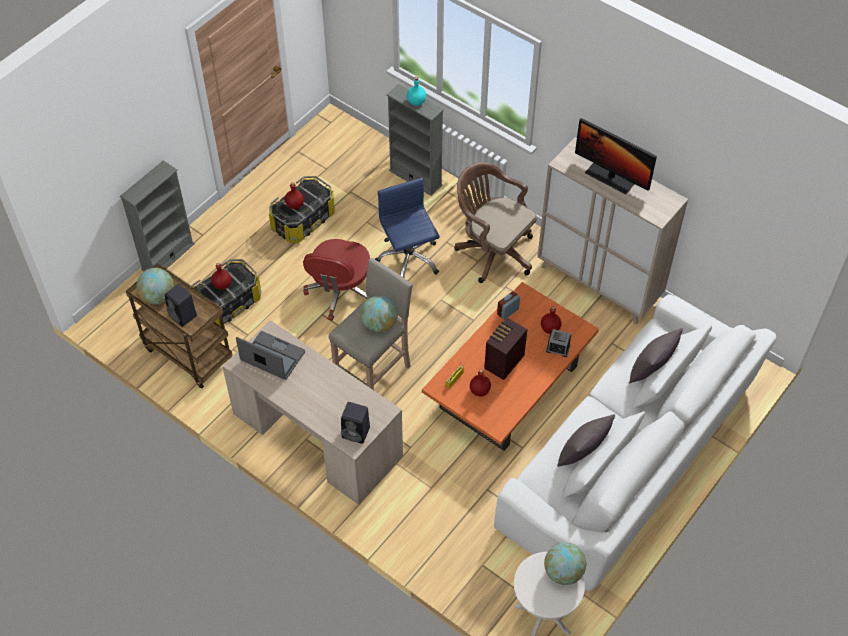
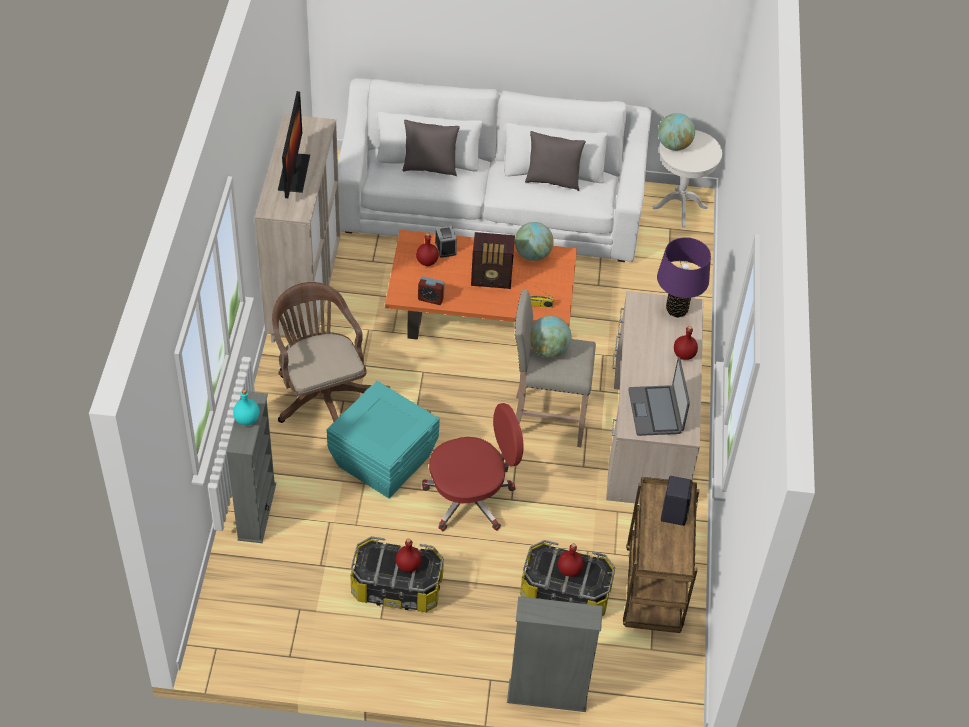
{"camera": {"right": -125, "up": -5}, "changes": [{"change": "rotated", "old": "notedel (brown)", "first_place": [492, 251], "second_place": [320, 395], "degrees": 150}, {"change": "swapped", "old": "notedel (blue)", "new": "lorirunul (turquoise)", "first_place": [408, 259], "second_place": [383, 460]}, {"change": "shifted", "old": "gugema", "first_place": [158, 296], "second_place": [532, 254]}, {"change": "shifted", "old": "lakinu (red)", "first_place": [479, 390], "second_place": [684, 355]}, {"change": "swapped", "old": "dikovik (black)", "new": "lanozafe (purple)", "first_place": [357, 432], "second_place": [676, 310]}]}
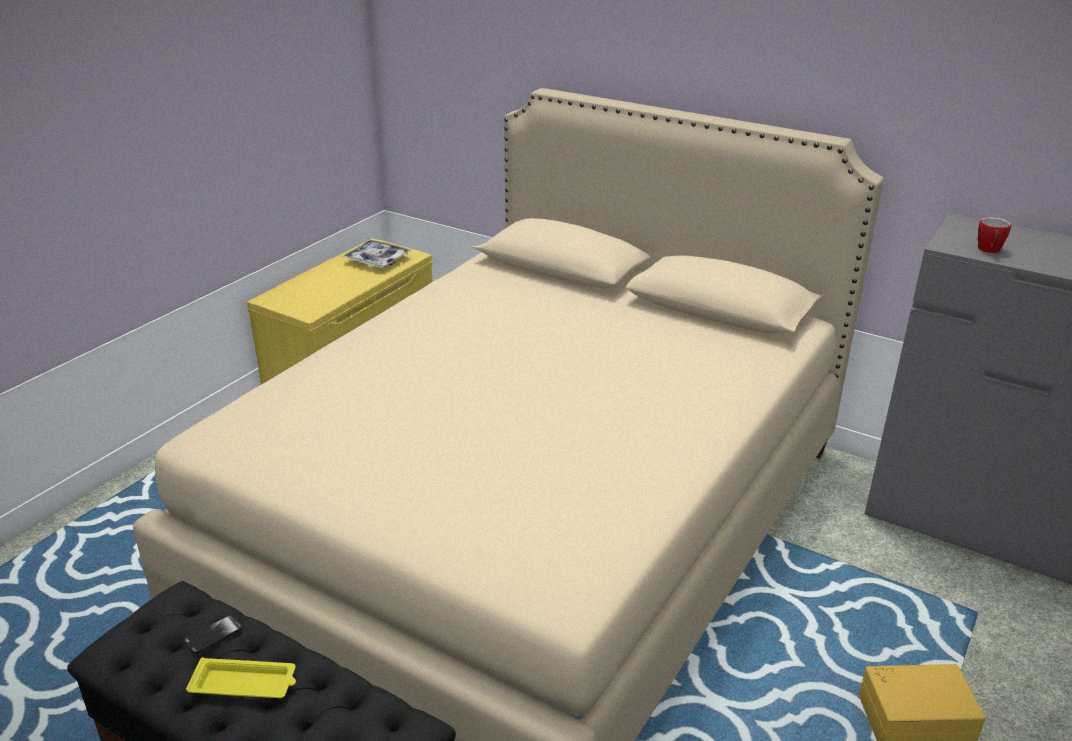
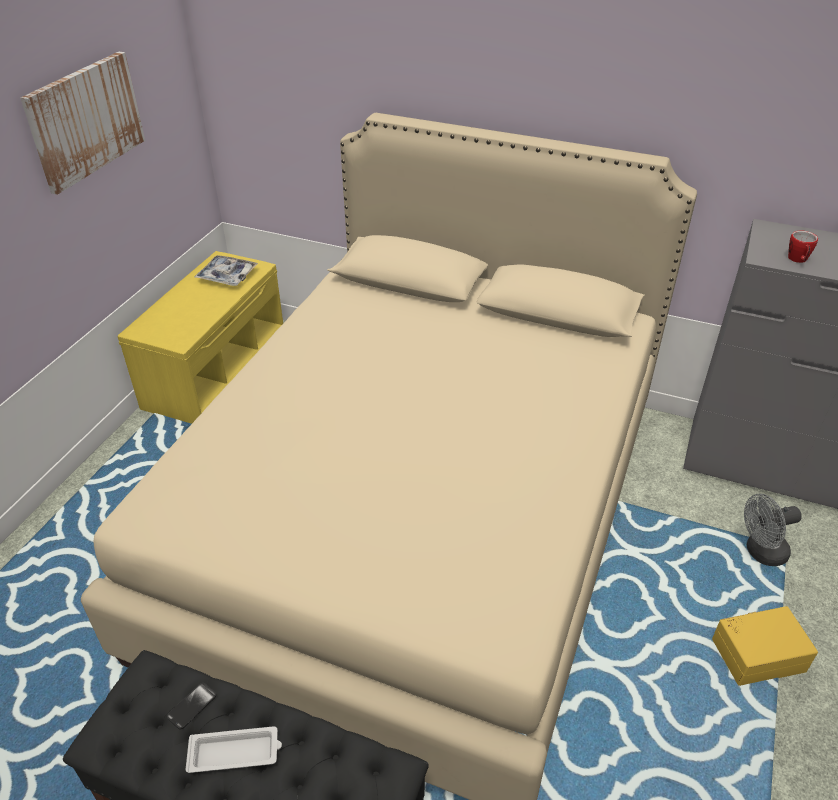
{"camera": {"right": -10, "up": 10}, "changes": [{"change": "repainted", "old": "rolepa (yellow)", "new": "rolepa (white)", "first_place": [245, 684], "second_place": [235, 753]}, {"change": "new", "new": "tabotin", "second_place": [85, 120]}, {"change": "new", "new": "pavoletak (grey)", "second_place": [760, 553]}]}
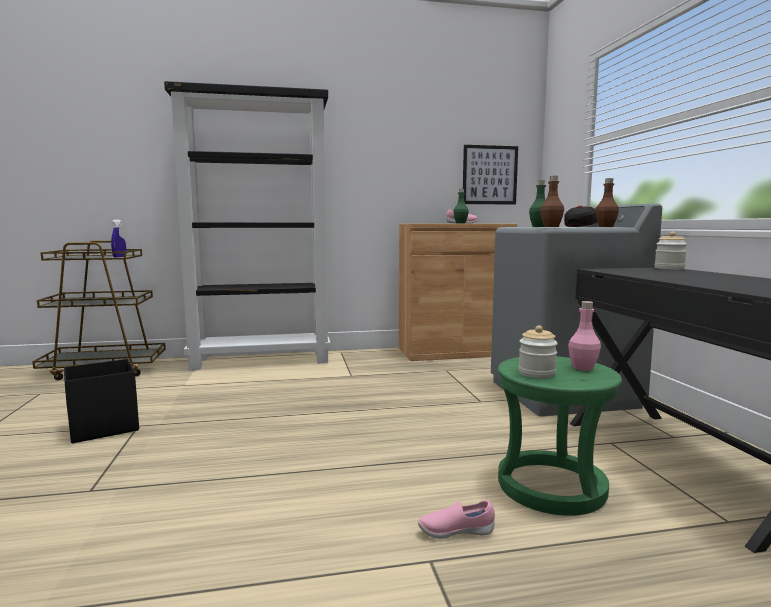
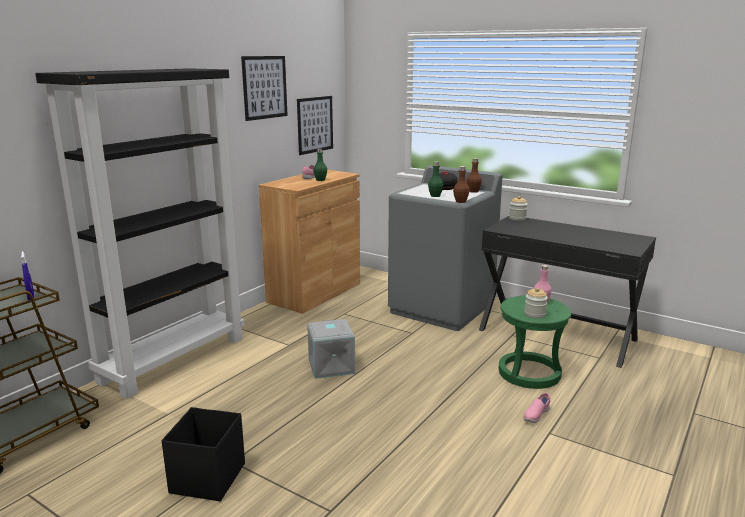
{"camera": {"right": -45, "up": 10}, "changes": [{"change": "new", "new": "tabotin", "second_place": [265, 87]}, {"change": "new", "new": "lorirunul (grey)", "second_place": [330, 366]}]}
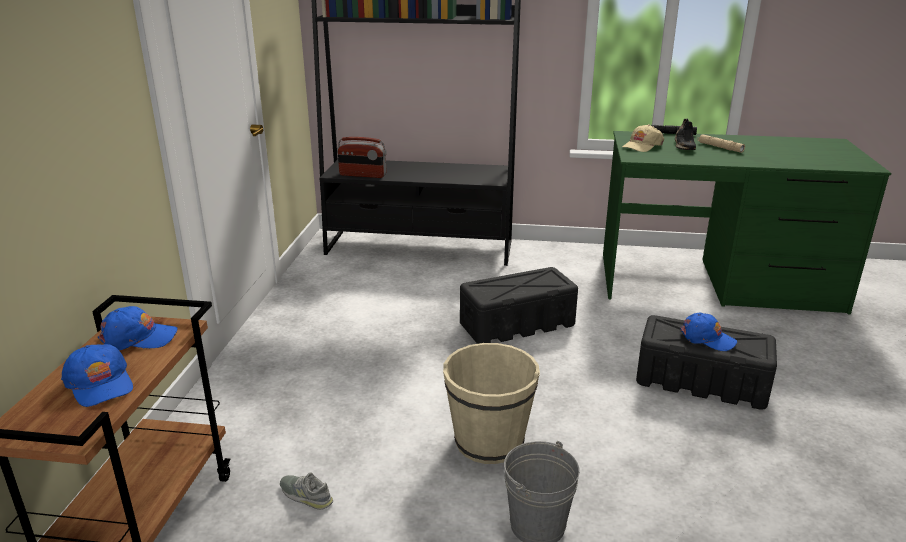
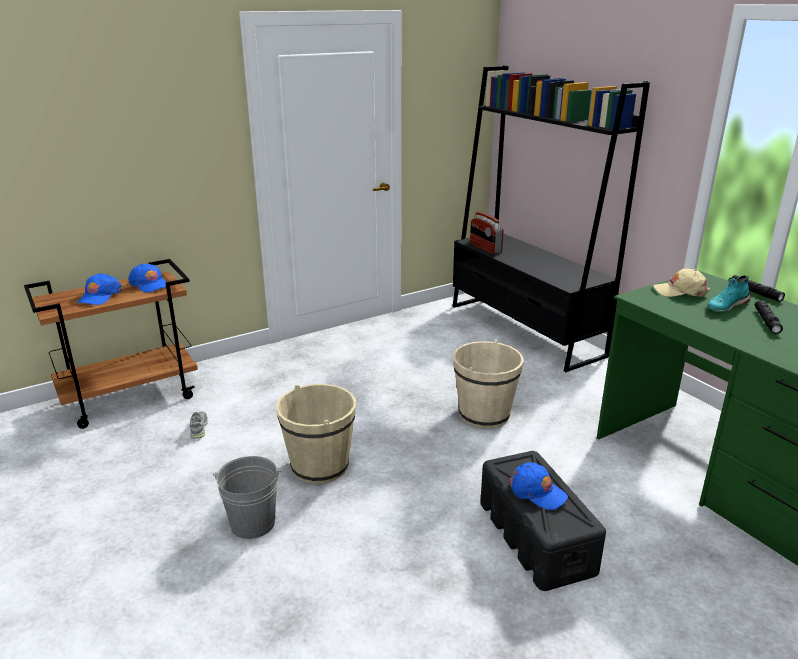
{"camera": {"right": 50, "up": 0}, "changes": [{"change": "repainted", "old": "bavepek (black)", "new": "bavepek (turquoise)", "first_place": [683, 146], "second_place": [726, 306]}, {"change": "repainted", "old": "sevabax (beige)", "new": "sevabax (black)", "first_place": [720, 147], "second_place": [766, 321]}, {"change": "swapped", "old": "lorirunul (black)", "new": "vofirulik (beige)", "first_place": [518, 324], "second_place": [484, 414]}, {"change": "rotated", "old": "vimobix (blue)", "first_place": [707, 338], "second_place": [537, 492], "degrees": -45}]}
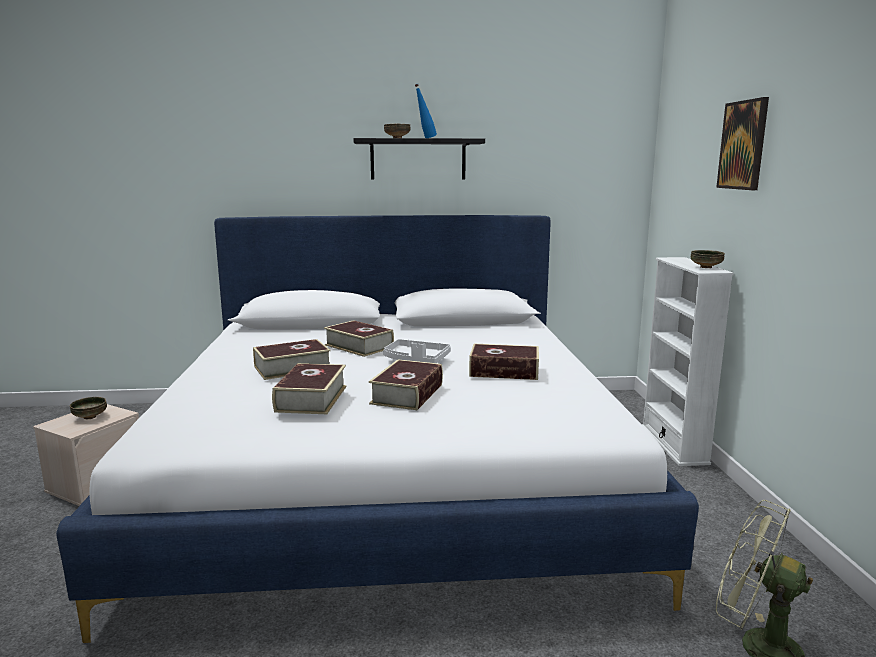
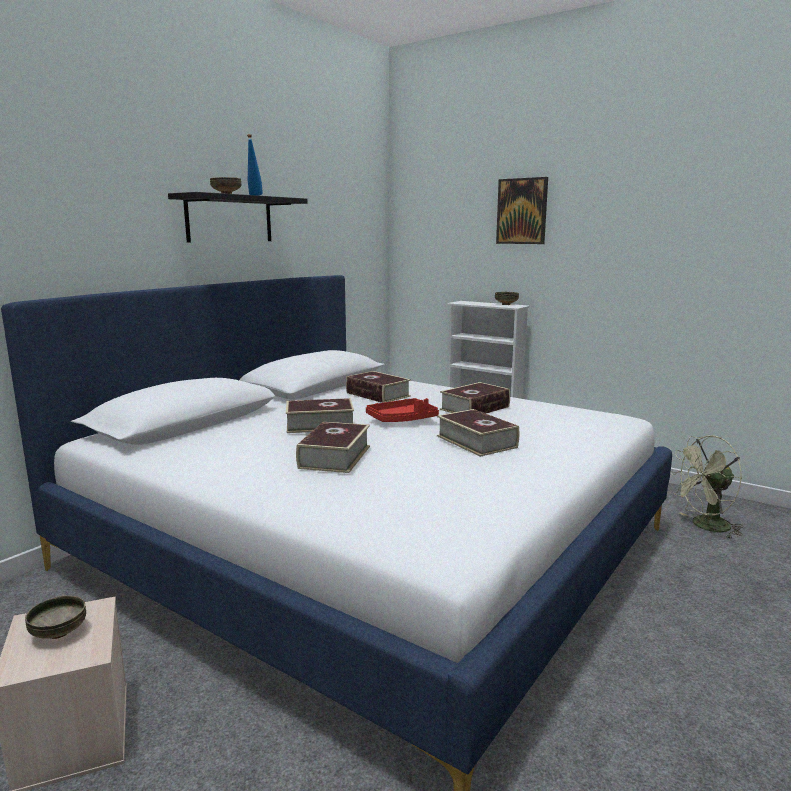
{"camera": {"right": -50, "up": 0}, "changes": [{"change": "repainted", "old": "rolepa (white)", "new": "rolepa (red)", "first_place": [416, 360], "second_place": [402, 420]}, {"change": "shifted", "old": "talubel", "first_place": [311, 398], "second_place": [378, 394]}]}
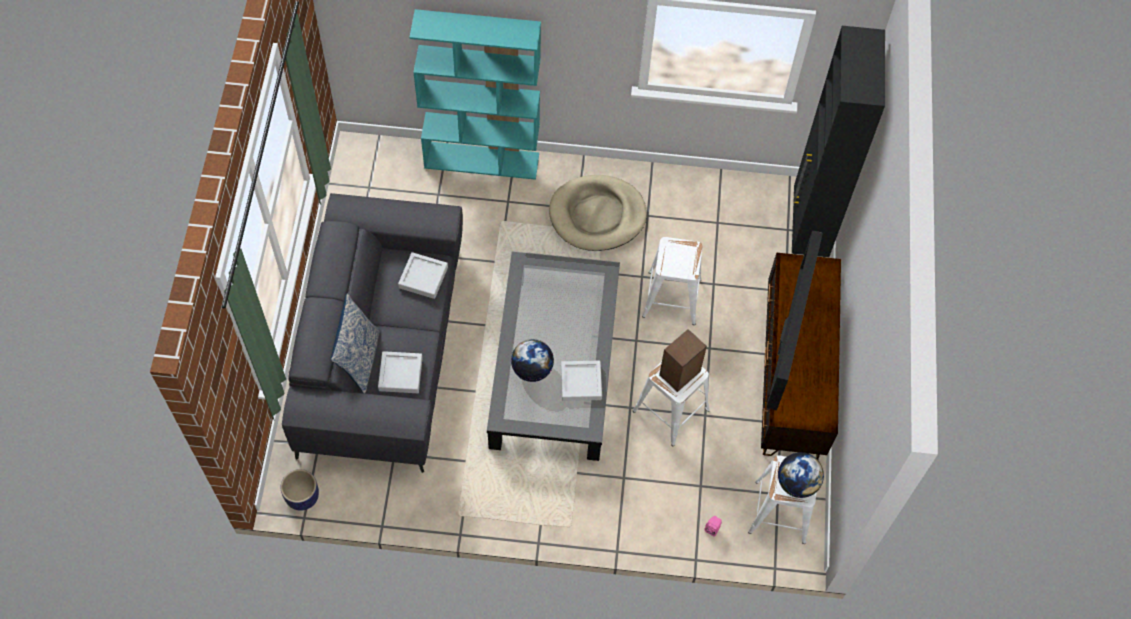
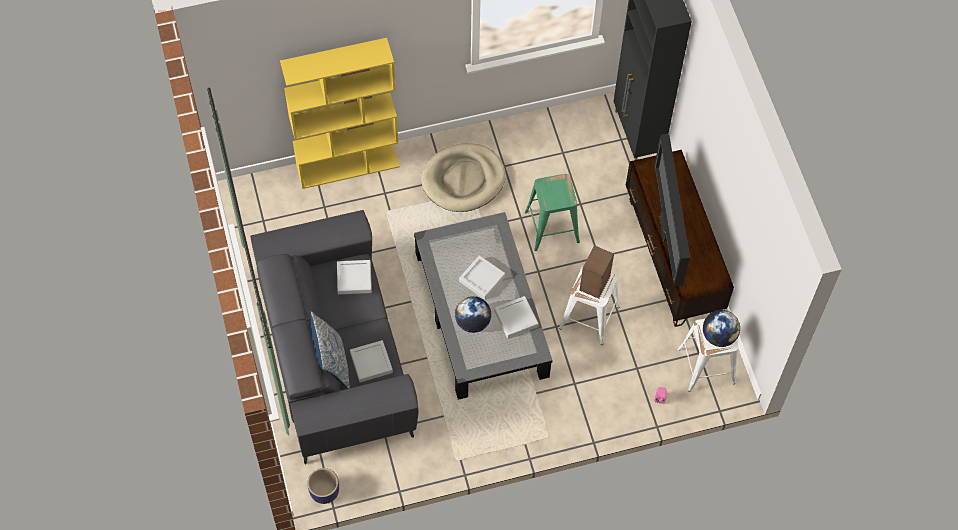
{"camera": {"right": -20, "up": 0}, "changes": [{"change": "repainted", "old": "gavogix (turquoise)", "new": "gavogix (yellow)", "first_place": [482, 160], "second_place": [348, 165]}, {"change": "repainted", "old": "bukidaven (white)", "new": "bukidaven (green)", "first_place": [671, 297], "second_place": [551, 227]}, {"change": "new", "new": "rolepa (grey)", "second_place": [482, 279]}]}
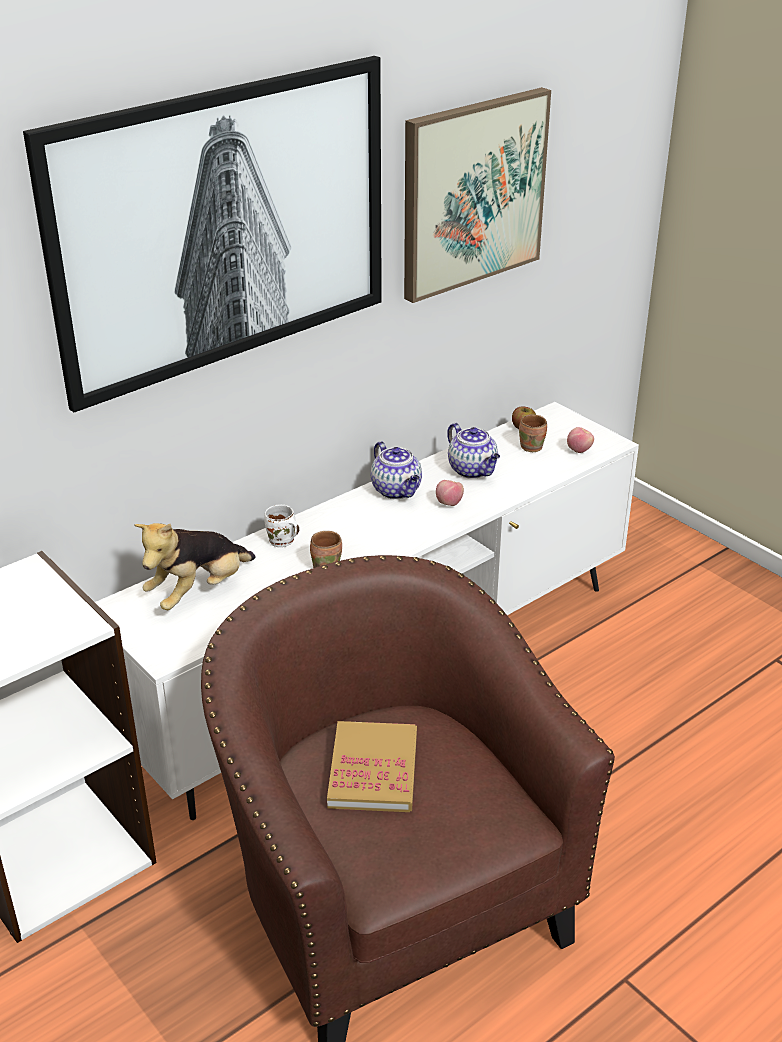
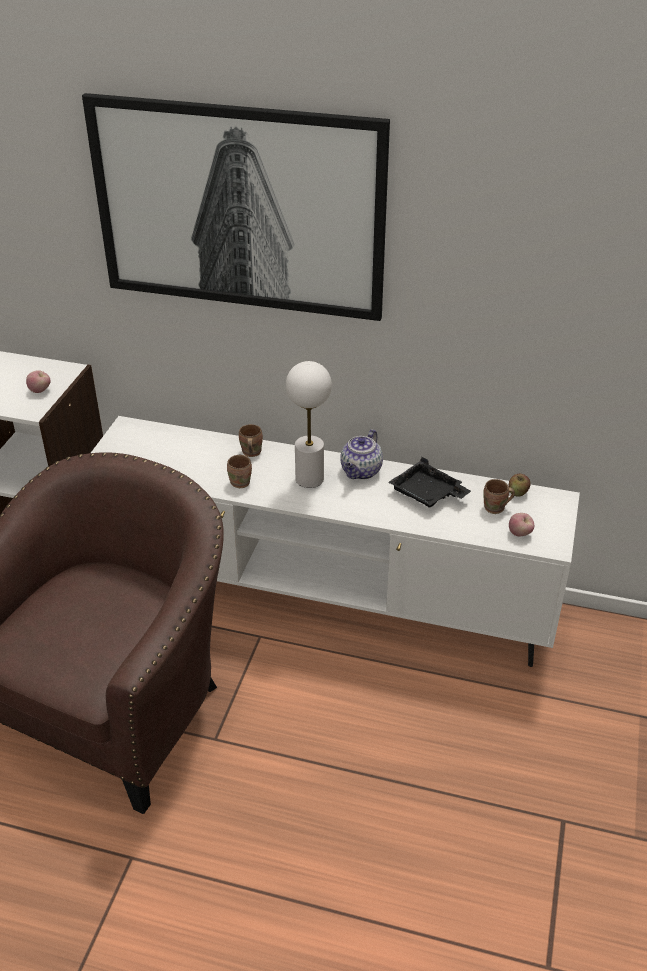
{"camera": {"right": 55, "up": 5}, "changes": [{"change": "gone", "old": "tabotin", "first_place": [472, 193]}, {"change": "swapped", "old": "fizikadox", "new": "rolepa (black)", "first_place": [473, 470], "second_place": [427, 494]}, {"change": "shifted", "old": "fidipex", "first_place": [449, 503], "second_place": [40, 390]}, {"change": "repainted", "old": "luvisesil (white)", "new": "luvisesil (brown)", "first_place": [282, 542], "second_place": [250, 453]}, {"change": "gone", "old": "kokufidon", "first_place": [198, 592]}, {"change": "gone", "old": "talubel", "first_place": [373, 770]}, {"change": "new", "new": "lanozafe (white)", "second_place": [309, 479]}]}
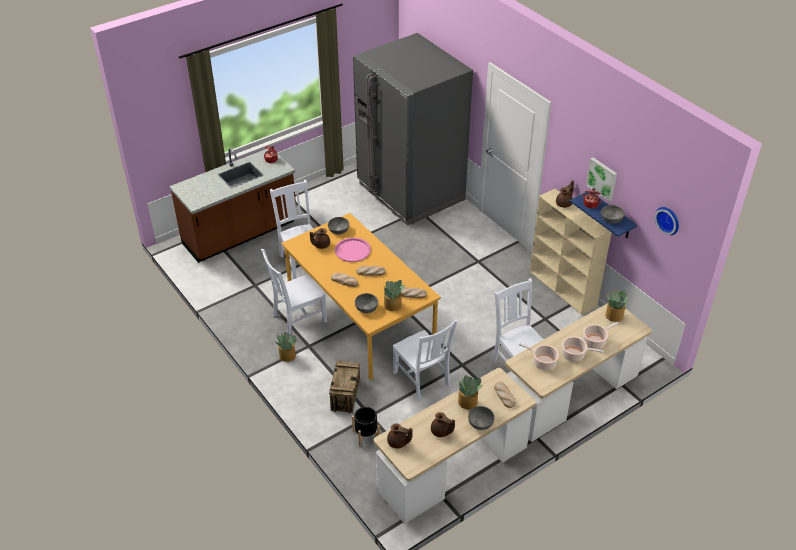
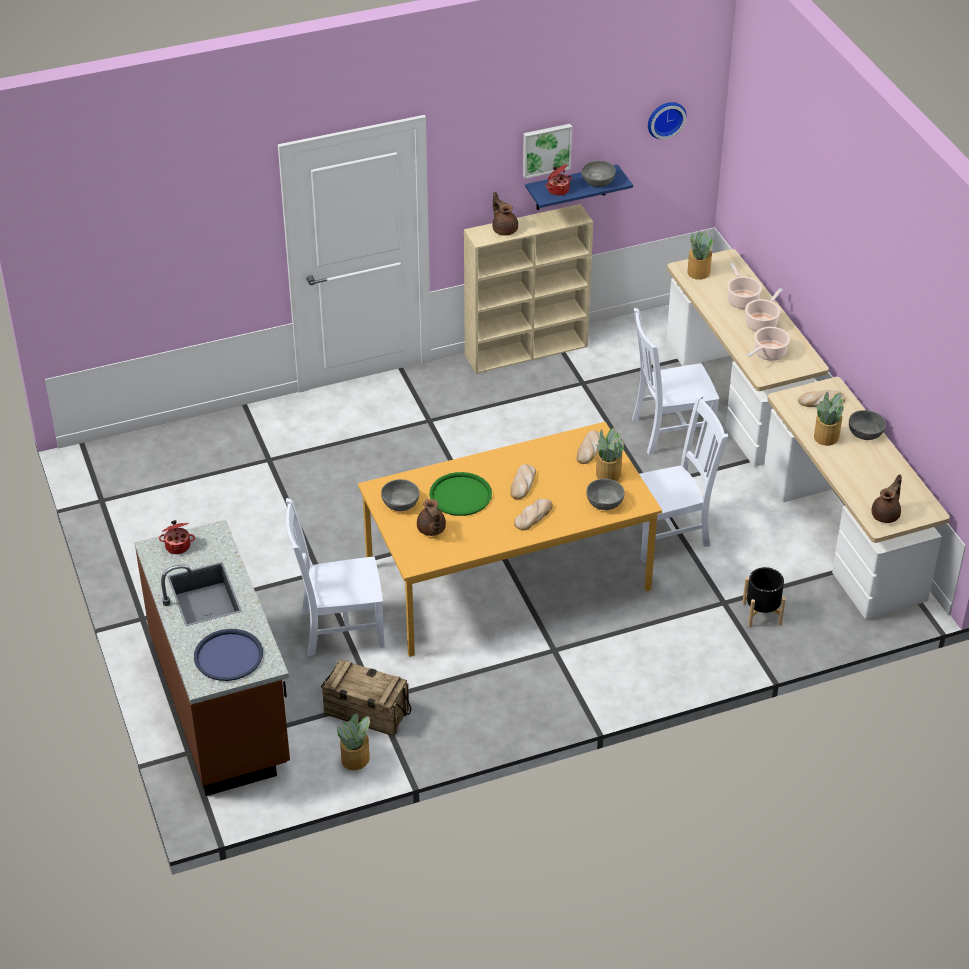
{"camera": {"right": -75, "up": 0}, "changes": [{"change": "gone", "old": "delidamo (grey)", "first_place": [410, 192]}, {"change": "repainted", "old": "rolepa (pink)", "new": "rolepa (green)", "first_place": [352, 250], "second_place": [460, 495]}, {"change": "gone", "old": "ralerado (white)", "first_place": [297, 319]}, {"change": "shifted", "old": "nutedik", "first_place": [287, 356], "second_place": [356, 758]}, {"change": "shifted", "old": "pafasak", "first_place": [345, 394], "second_place": [366, 713]}, {"change": "gone", "old": "fizikadox (brown)", "first_place": [441, 432]}, {"change": "new", "new": "rolepa (blue)", "second_place": [228, 656]}]}
